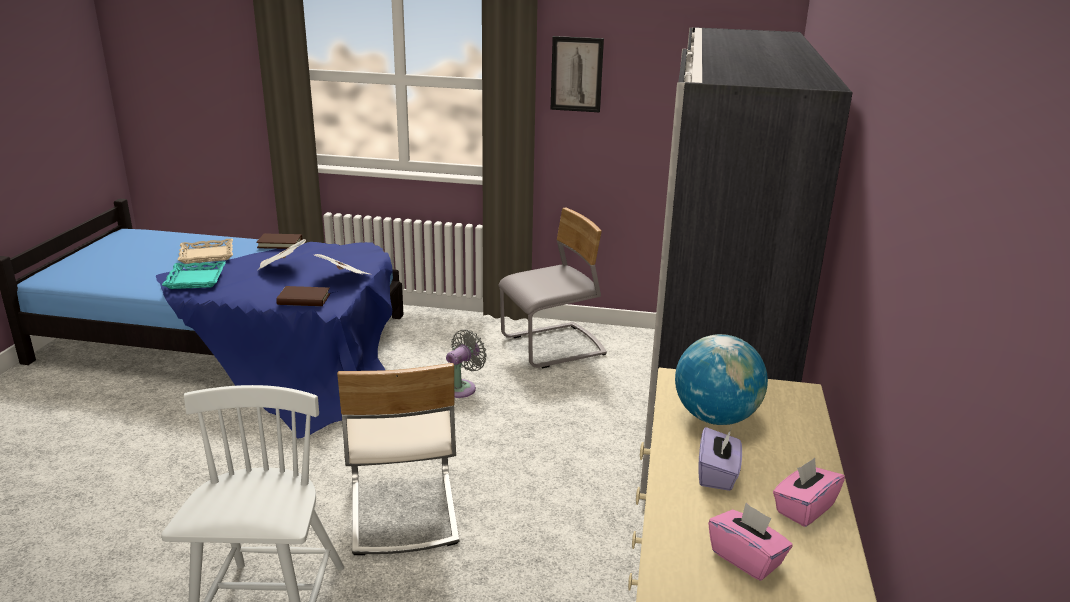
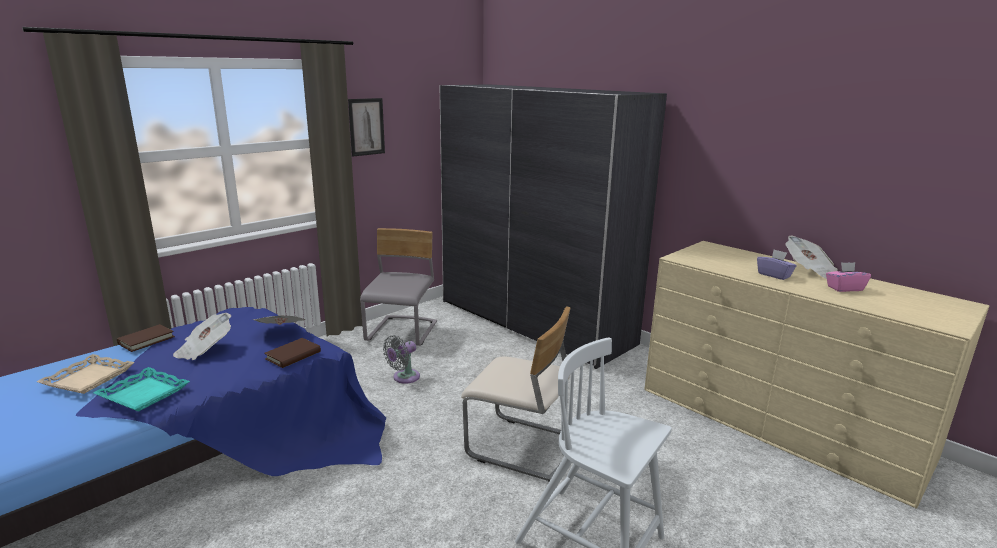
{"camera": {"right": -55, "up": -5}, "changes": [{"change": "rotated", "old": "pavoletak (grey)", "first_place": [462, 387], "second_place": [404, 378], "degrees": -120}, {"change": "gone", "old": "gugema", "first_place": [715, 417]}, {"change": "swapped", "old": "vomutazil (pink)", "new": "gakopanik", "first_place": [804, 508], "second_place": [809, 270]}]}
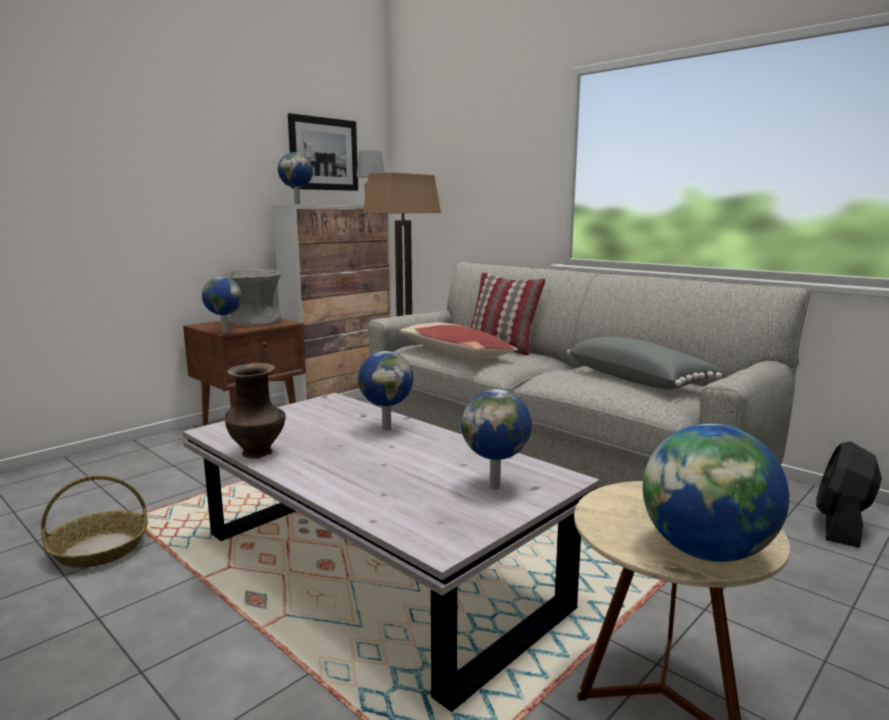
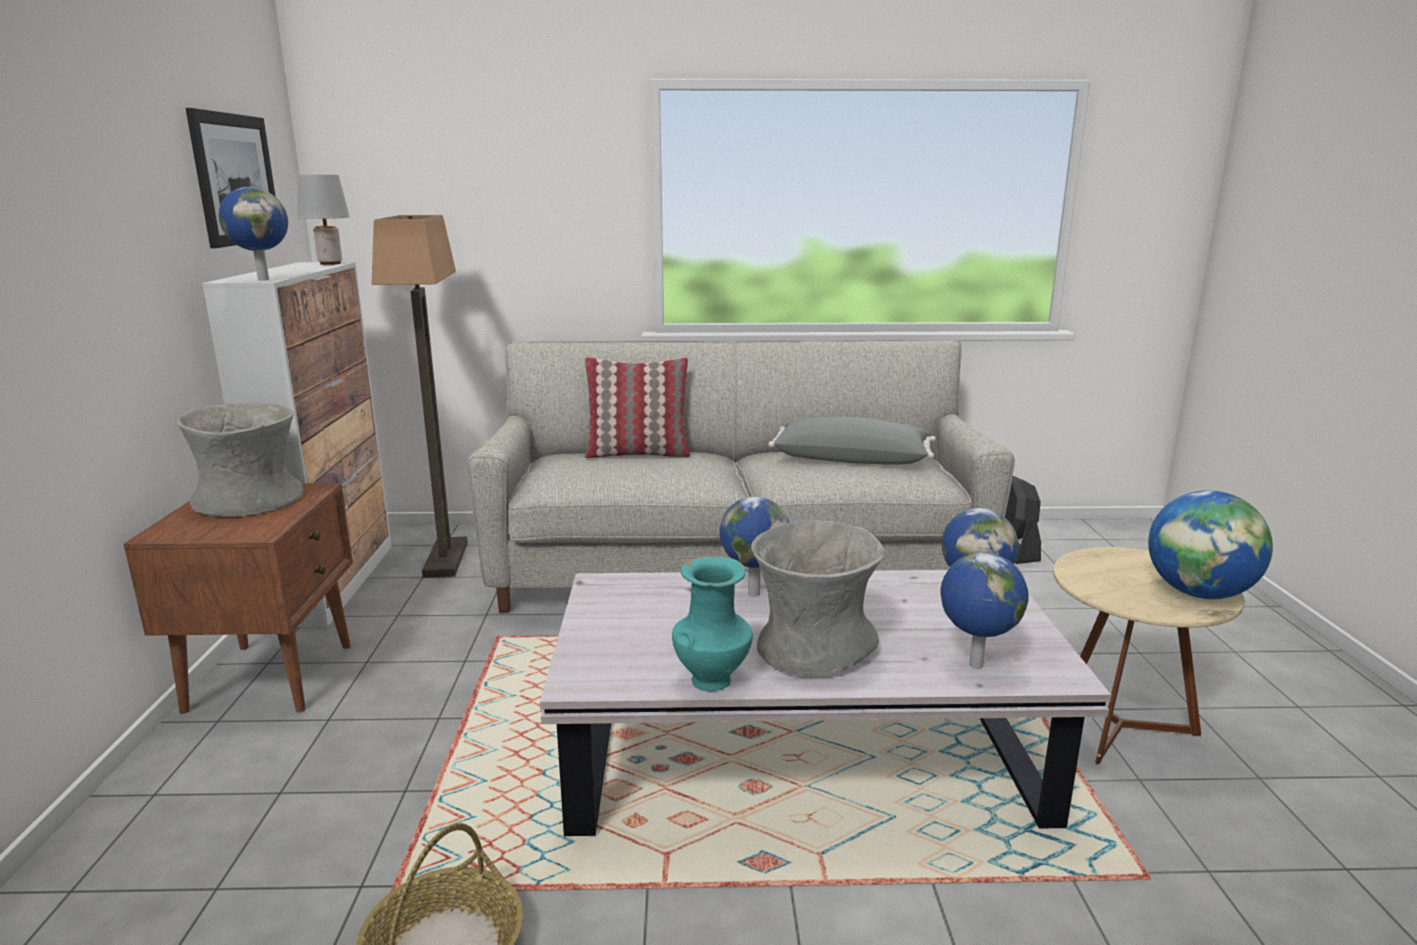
{"camera": {"right": -45, "up": 5}, "changes": [{"change": "shifted", "old": "gugema", "first_place": [224, 332], "second_place": [974, 666]}, {"change": "gone", "old": "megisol", "first_place": [455, 354]}, {"change": "repainted", "old": "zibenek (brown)", "new": "zibenek (turquoise)", "first_place": [259, 453], "second_place": [712, 679]}, {"change": "new", "new": "zibenek (grey)", "second_place": [813, 647]}]}
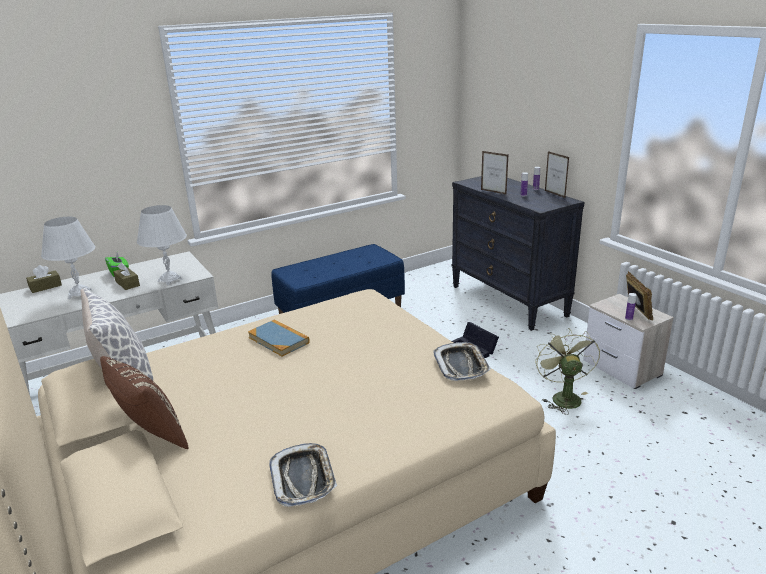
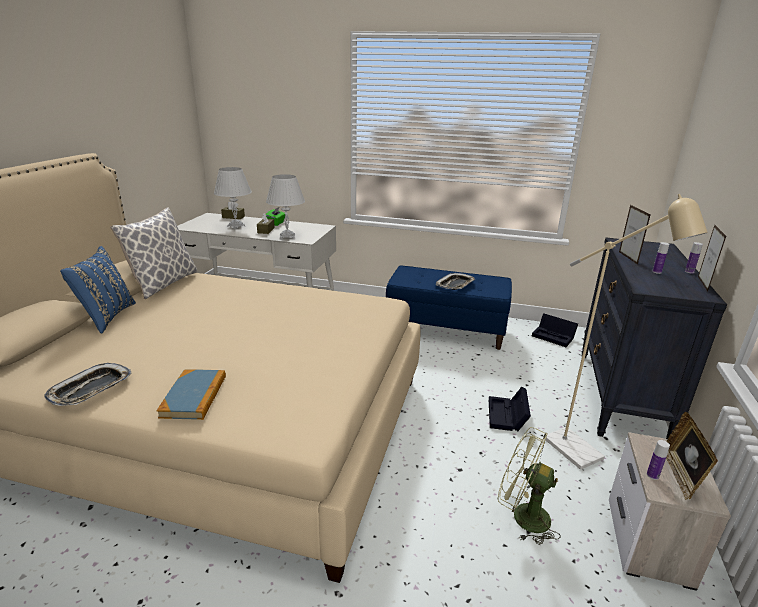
{"camera": {"right": 45, "up": 0}, "changes": [{"change": "rotated", "old": "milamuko", "first_place": [636, 311], "second_place": [680, 475], "degrees": 150}, {"change": "shifted", "old": "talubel", "first_place": [278, 340], "second_place": [194, 396]}, {"change": "rotated", "old": "pavoletak (green)", "first_place": [563, 397], "second_place": [522, 516], "degrees": -105}, {"change": "shifted", "old": "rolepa", "first_place": [461, 365], "second_place": [455, 285]}, {"change": "repainted", "old": "megisol (brown)", "new": "megisol (blue)", "first_place": [151, 437], "second_place": [106, 317]}, {"change": "new", "new": "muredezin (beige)", "second_place": [581, 455]}, {"change": "new", "new": "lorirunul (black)", "second_place": [554, 336]}]}
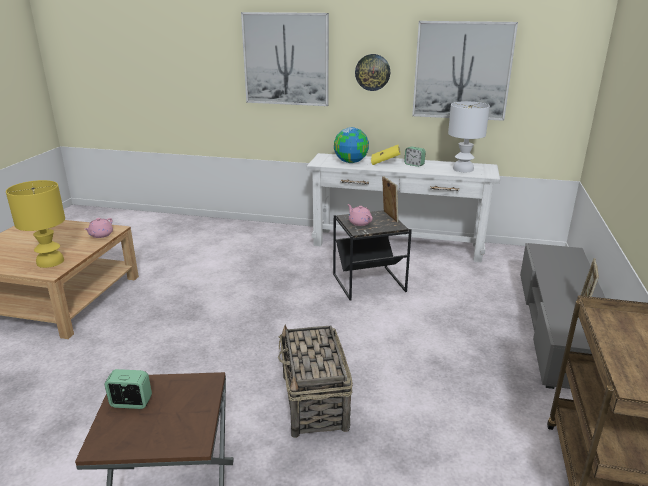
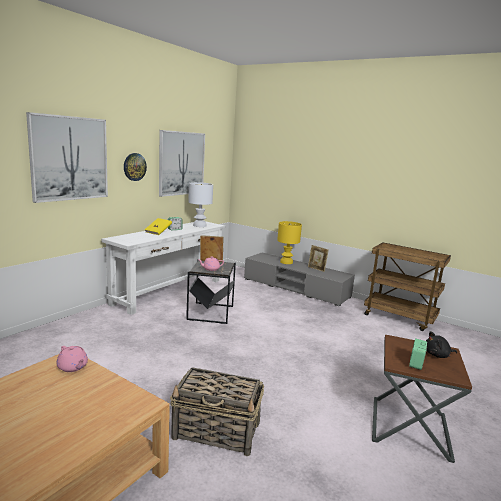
{"camera": {"right": -70, "up": -10}, "changes": [{"change": "gone", "old": "gugema", "first_place": [351, 162]}, {"change": "shifted", "old": "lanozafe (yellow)", "first_place": [49, 262], "second_place": [286, 262]}, {"change": "shifted", "old": "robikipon", "first_place": [314, 403], "second_place": [217, 431]}, {"change": "new", "new": "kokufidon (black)", "second_place": [437, 355]}]}
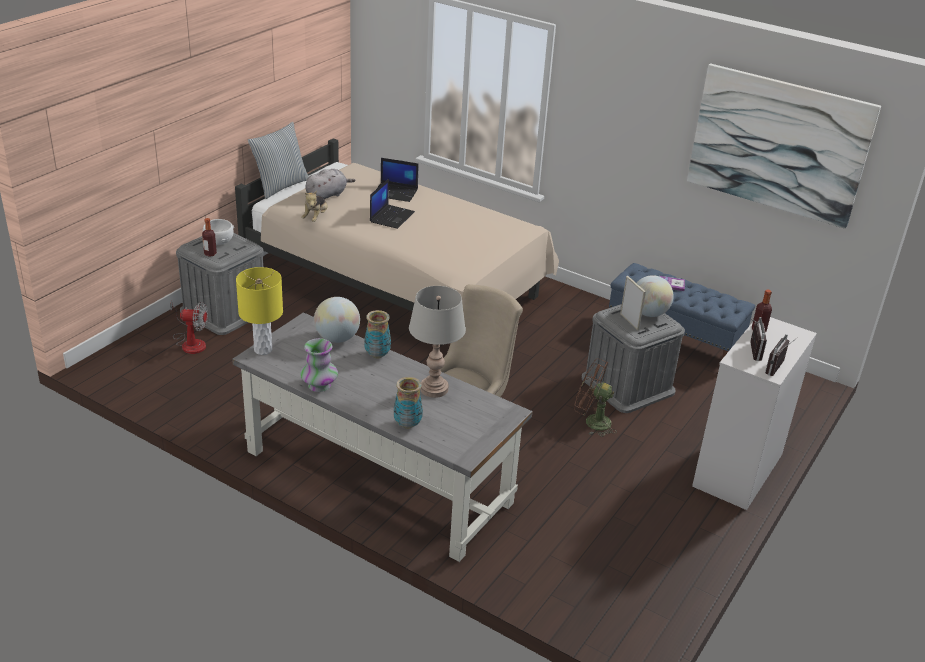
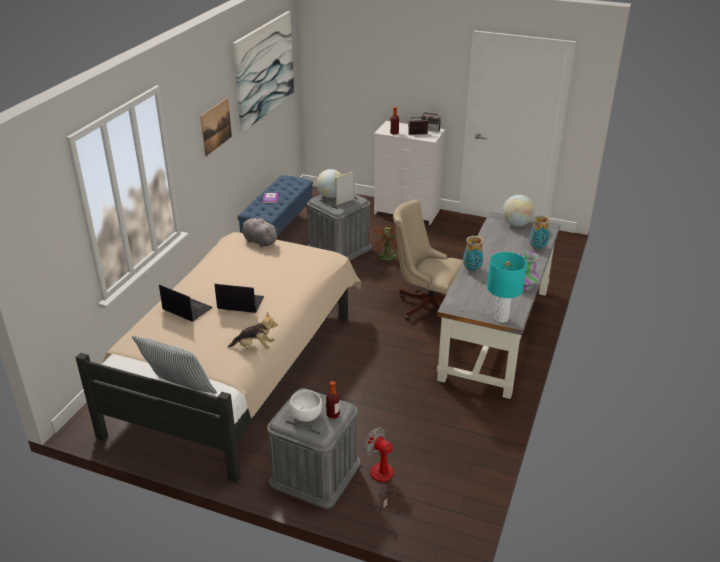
{"camera": {"right": -100, "up": 0}, "changes": [{"change": "rotated", "old": "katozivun", "first_place": [395, 193], "second_place": [186, 309], "degrees": -60}, {"change": "shifted", "old": "kokufidon (grey)", "first_place": [327, 195], "second_place": [259, 241]}, {"change": "repainted", "old": "lanozafe (yellow)", "new": "lanozafe (turquoise)", "first_place": [262, 350], "second_place": [501, 318]}, {"change": "gone", "old": "lanozafe (grey)", "first_place": [434, 389]}, {"change": "shifted", "old": "gugema", "first_place": [337, 338], "second_place": [516, 224]}, {"change": "rotated", "old": "pavoletak", "first_place": [190, 342], "second_place": [382, 480], "degrees": -45}, {"change": "new", "new": "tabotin", "second_place": [216, 126]}]}
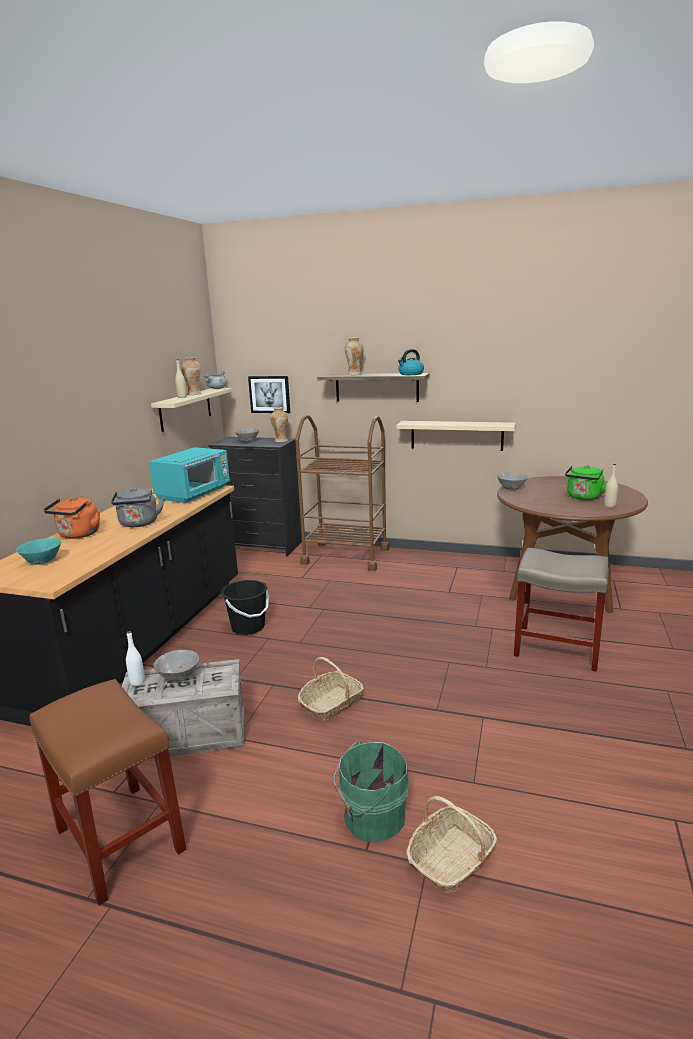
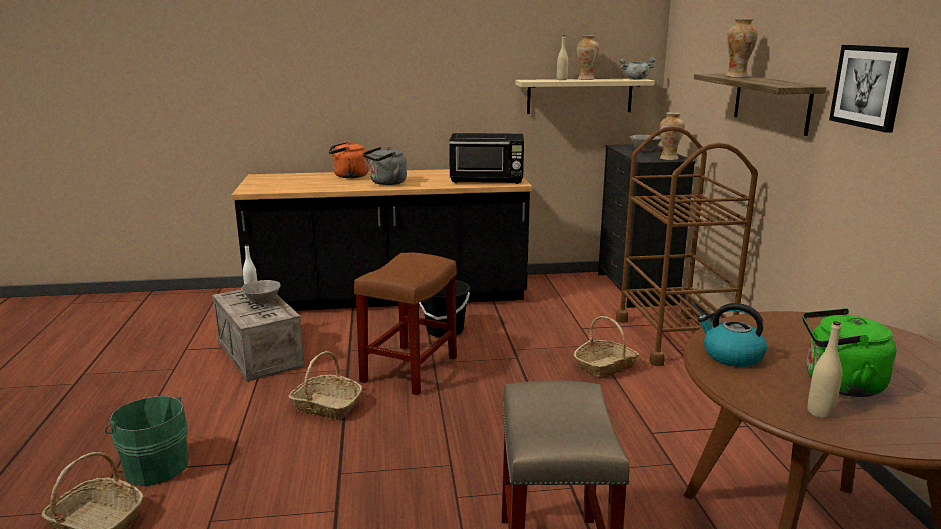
{"camera": {"right": 65, "up": 0}, "changes": [{"change": "shifted", "old": "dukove", "first_place": [410, 374], "second_place": [731, 356]}, {"change": "shifted", "old": "tabotin", "first_place": [269, 394], "second_place": [869, 86]}, {"change": "gone", "old": "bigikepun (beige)", "first_place": [456, 435]}, {"change": "repainted", "old": "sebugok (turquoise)", "new": "sebugok (black)", "first_place": [194, 494], "second_place": [487, 180]}, {"change": "gone", "old": "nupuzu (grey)", "first_place": [511, 488]}, {"change": "gone", "old": "nupuzu (turquoise)", "first_place": [42, 562]}, {"change": "shifted", "old": "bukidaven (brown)", "first_place": [118, 839], "second_place": [410, 368]}, {"change": "new", "new": "robikipon", "second_place": [605, 367]}]}
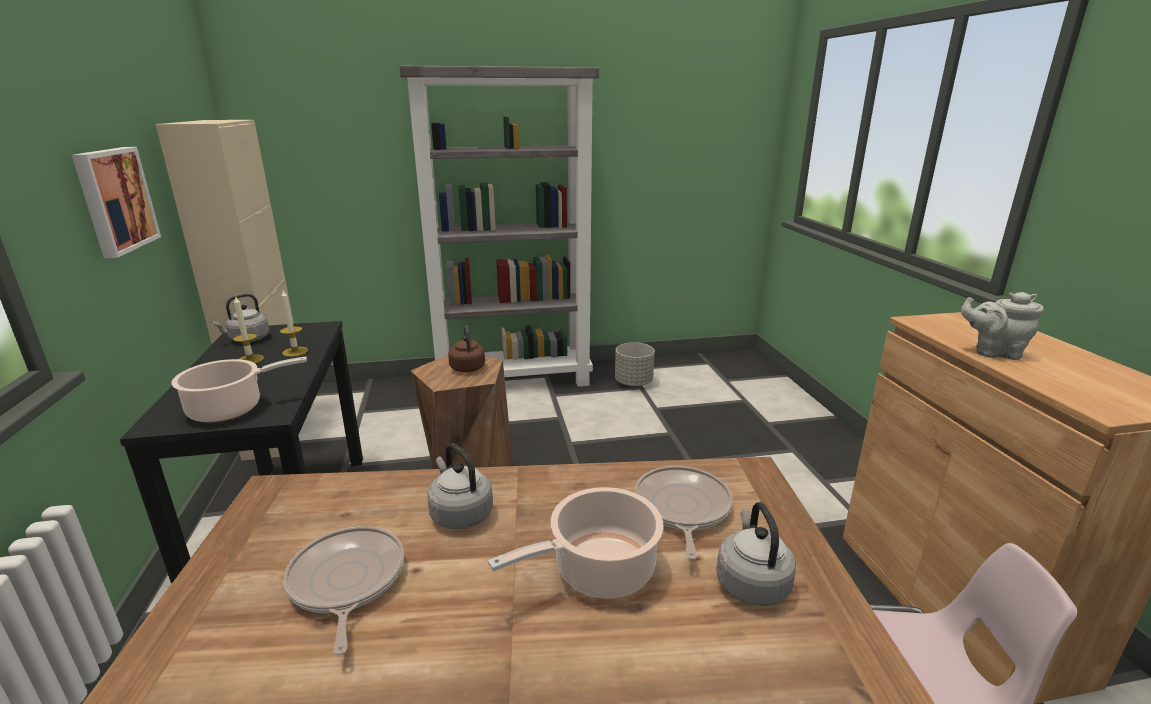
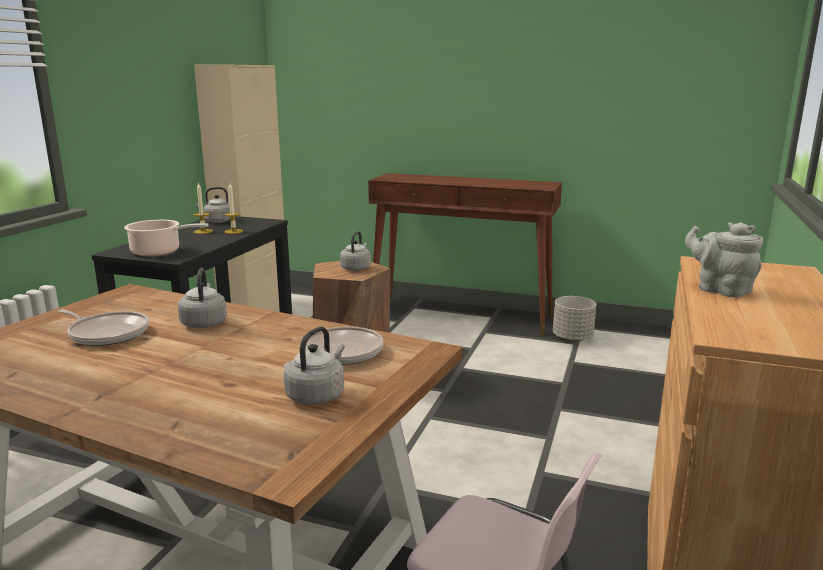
{"camera": {"right": 30, "up": -5}, "changes": [{"change": "swapped", "old": "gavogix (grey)", "new": "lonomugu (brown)", "first_place": [514, 380], "second_place": [461, 314]}, {"change": "gone", "old": "tabotin", "first_place": [114, 200]}, {"change": "repainted", "old": "dukove (brown)", "new": "dukove (grey)", "first_place": [467, 367], "second_place": [356, 268]}, {"change": "gone", "old": "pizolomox", "first_place": [598, 571]}, {"change": "rotated", "old": "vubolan", "first_place": [346, 582], "second_place": [107, 333], "degrees": 105}]}
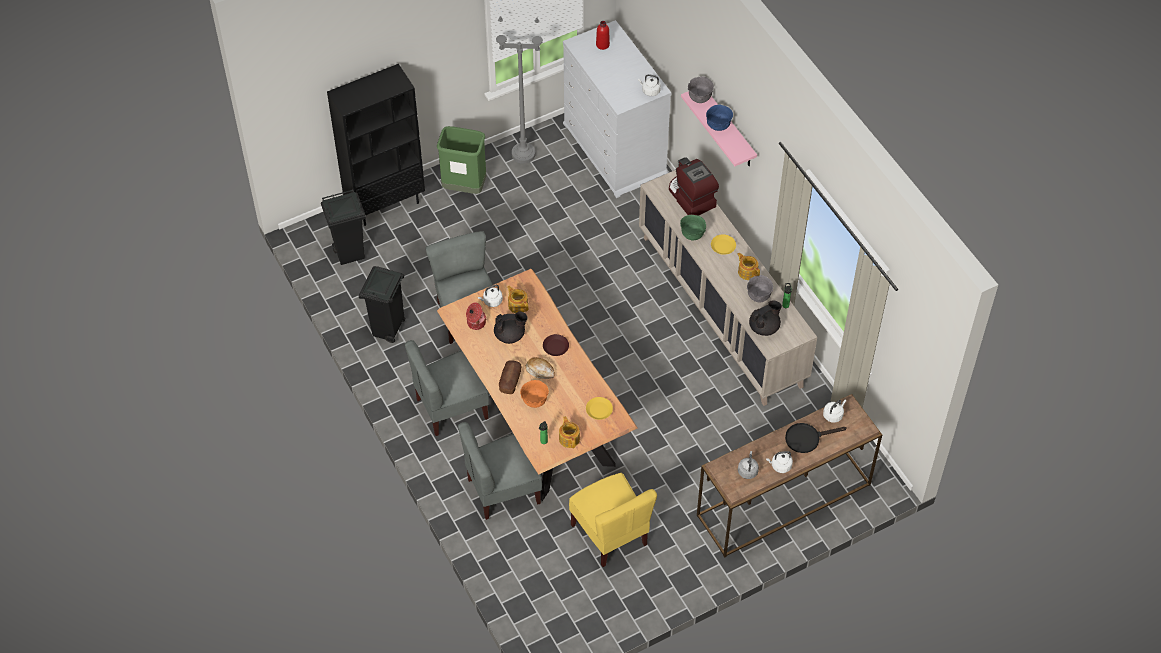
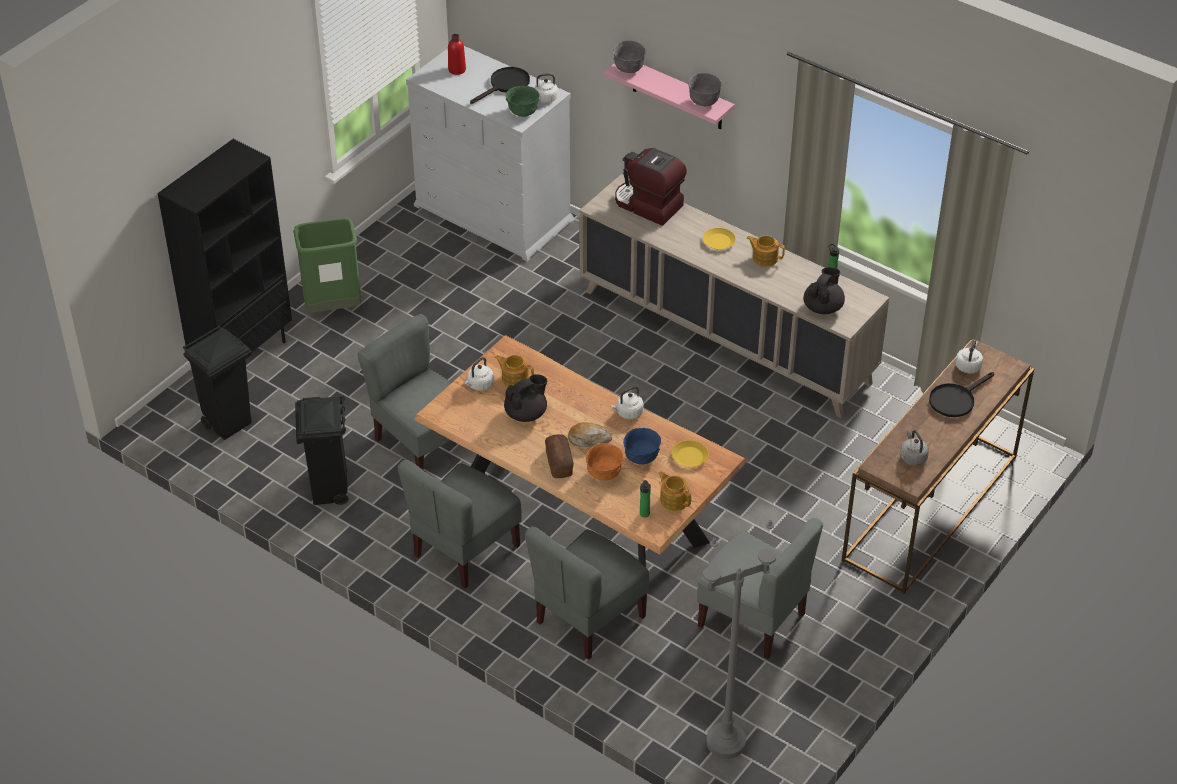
{"camera": {"right": -25, "up": -10}, "changes": [{"change": "shifted", "old": "muredezin (grey)", "first_place": [523, 154], "second_place": [726, 742]}, {"change": "shifted", "old": "nupuzu (blue)", "first_place": [718, 126], "second_place": [641, 458]}, {"change": "shifted", "old": "nupuzu (green)", "first_place": [692, 235], "second_place": [523, 112]}, {"change": "shifted", "old": "nupuzu (grey)", "first_place": [758, 296], "second_place": [704, 102]}, {"change": "gone", "old": "pizolomox", "first_place": [475, 323]}, {"change": "gone", "old": "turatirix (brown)", "first_place": [555, 346]}, {"change": "shifted", "old": "dukove (white)", "first_place": [780, 466], "second_place": [628, 413]}, {"change": "repainted", "old": "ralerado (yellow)", "new": "ralerado (grey)", "first_place": [610, 534], "second_place": [753, 619]}, {"change": "new", "new": "vubolan (black)", "second_place": [505, 85]}]}
